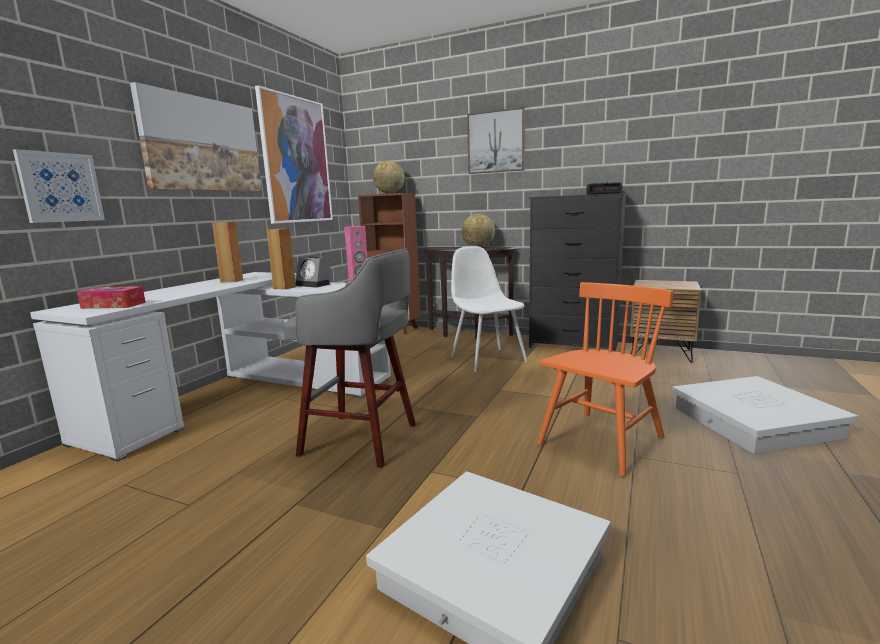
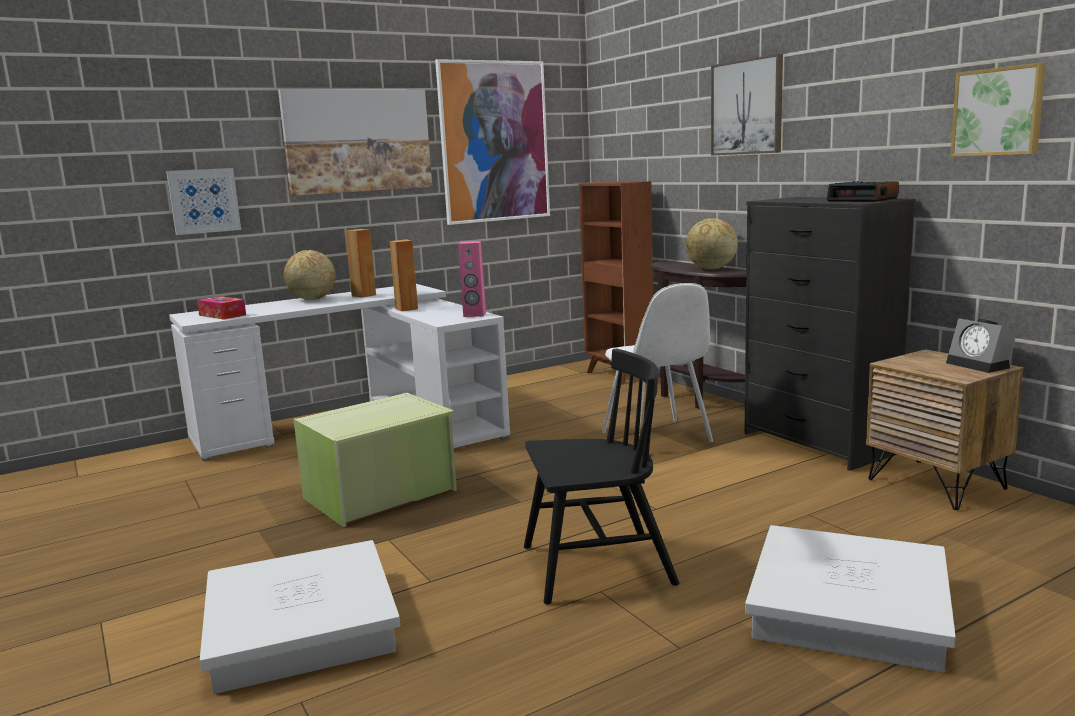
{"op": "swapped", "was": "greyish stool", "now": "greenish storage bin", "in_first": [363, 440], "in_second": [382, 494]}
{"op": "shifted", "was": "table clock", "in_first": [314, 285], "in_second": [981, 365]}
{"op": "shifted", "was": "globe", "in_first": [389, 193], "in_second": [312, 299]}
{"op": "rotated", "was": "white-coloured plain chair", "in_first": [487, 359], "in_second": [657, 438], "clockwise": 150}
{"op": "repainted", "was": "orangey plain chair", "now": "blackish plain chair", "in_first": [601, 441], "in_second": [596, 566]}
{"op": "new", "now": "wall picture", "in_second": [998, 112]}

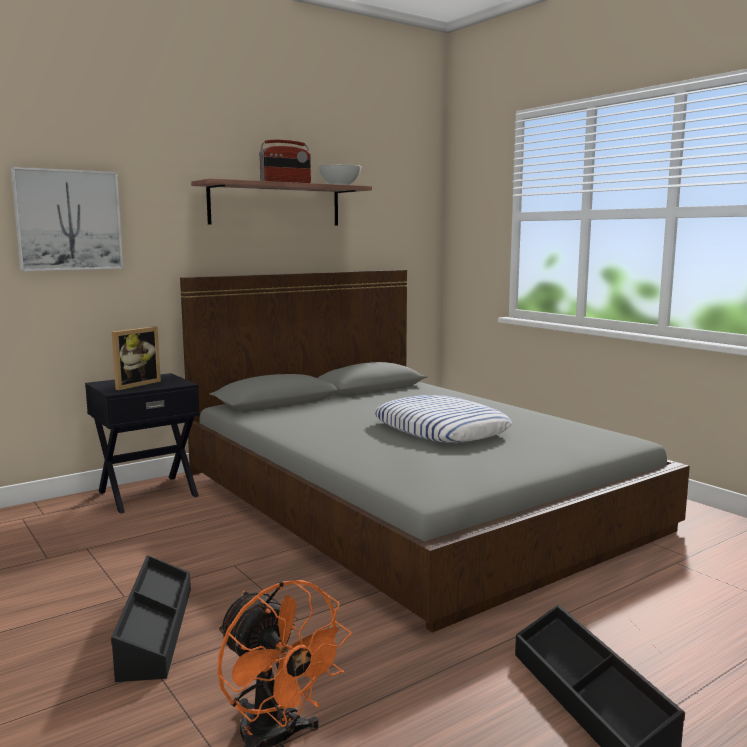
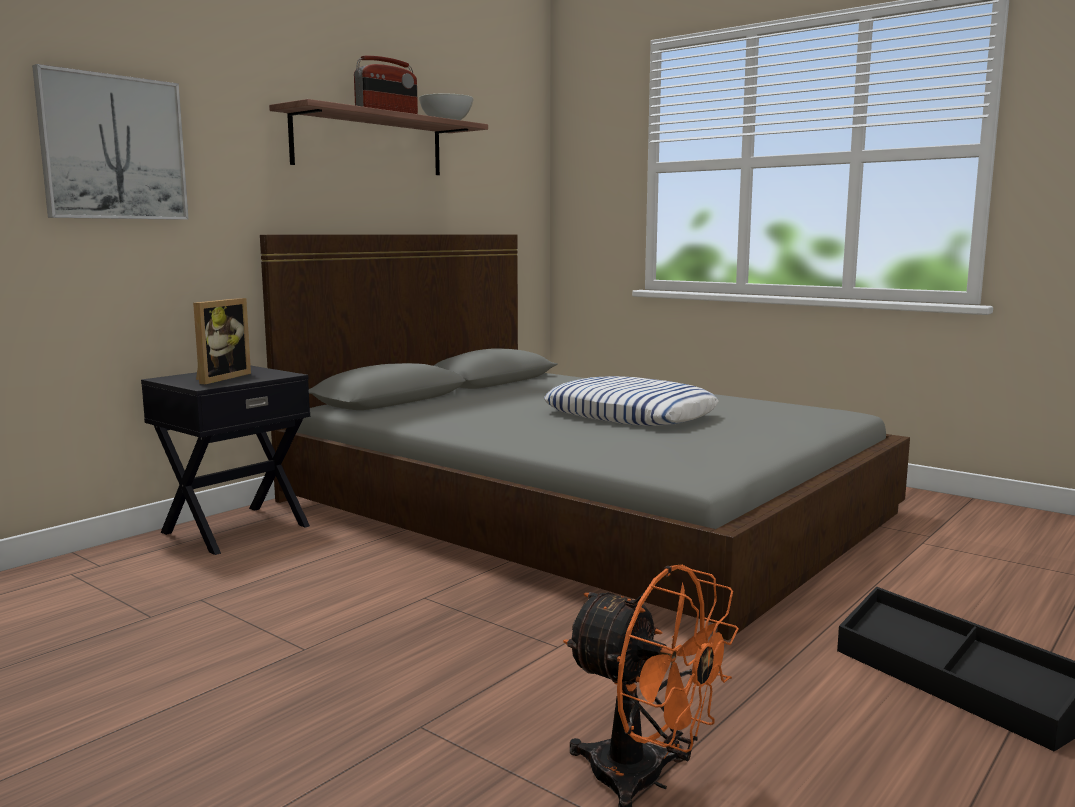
{"op": "gone", "was": "blackish storage bin", "in_first": [154, 630]}

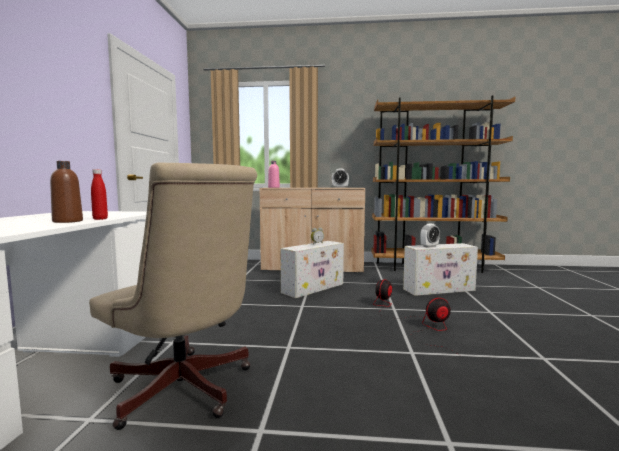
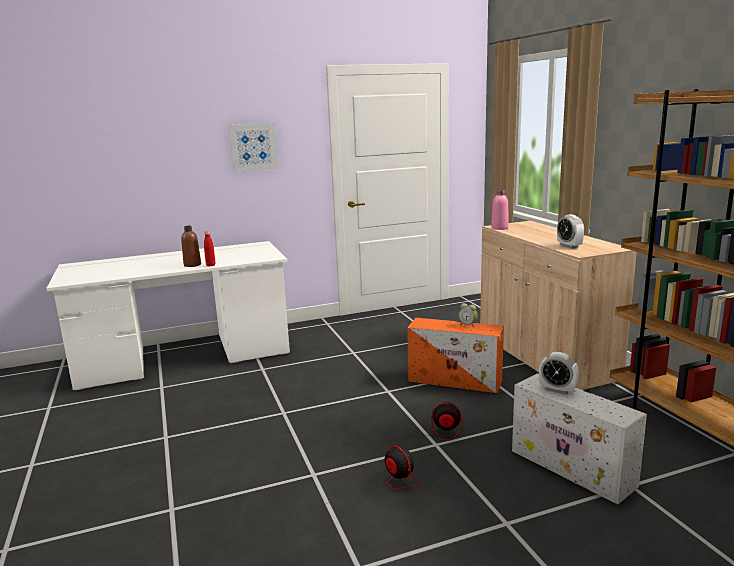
{"op": "gone", "was": "sand-coloured desk chair", "in_first": [185, 391]}
{"op": "repainted", "was": "white-coloured storage bin", "now": "orangey storage bin", "in_first": [314, 288], "in_second": [456, 381]}
{"op": "new", "now": "wall picture", "in_second": [253, 147]}

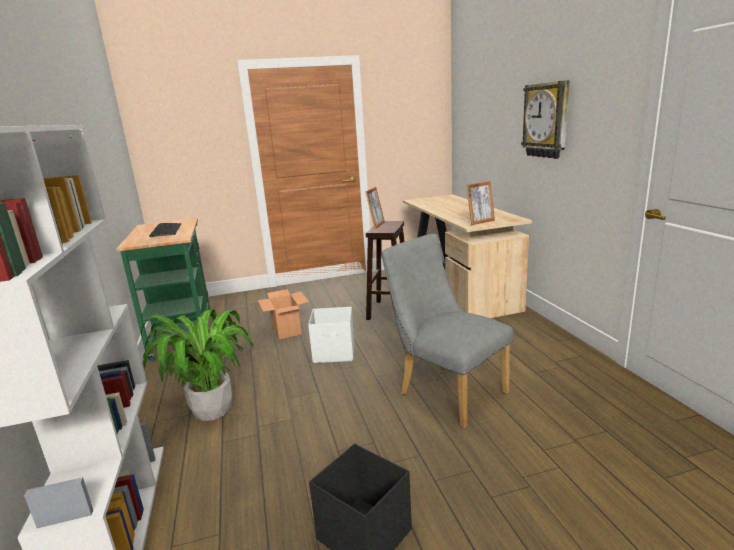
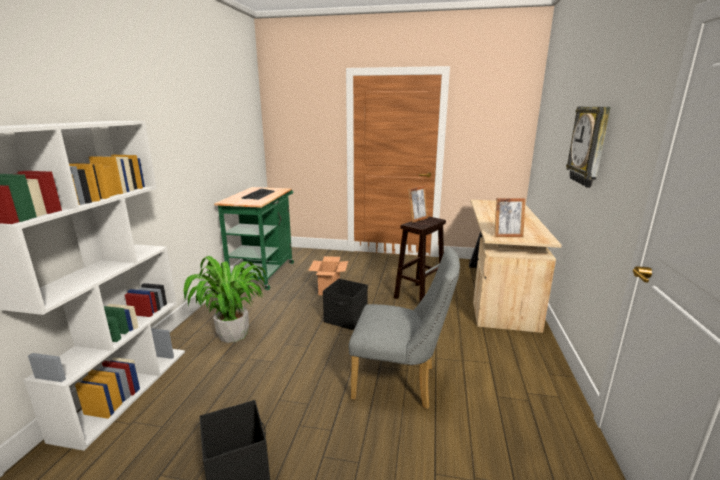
{"op": "repainted", "was": "white-coloured storage bin", "now": "blackish storage bin", "in_first": [335, 353], "in_second": [346, 319]}
{"op": "rotated", "was": "greyish plain chair", "in_first": [446, 391], "in_second": [401, 383], "clockwise": 120}

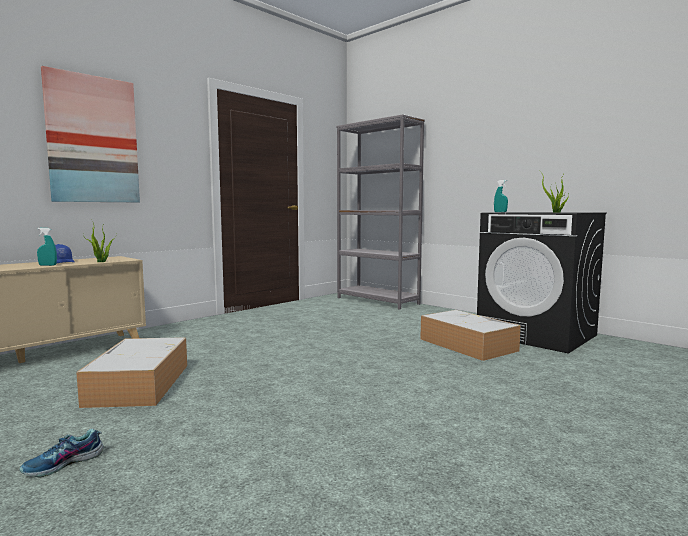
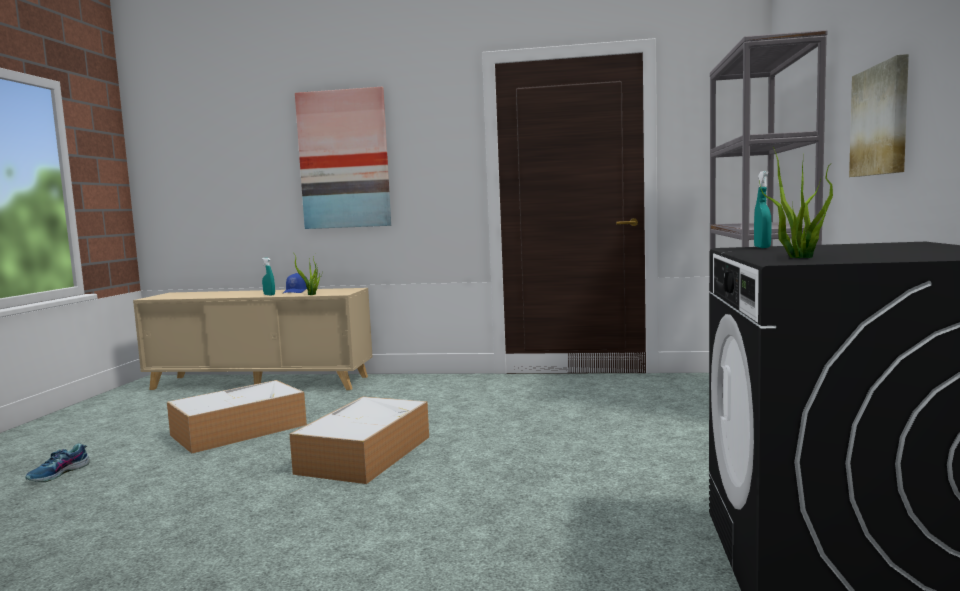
{"op": "rotated", "was": "item of footwear", "in_first": [64, 464], "in_second": [59, 473], "clockwise": -75}
{"op": "shifted", "was": "storage bin", "in_first": [466, 344], "in_second": [366, 453]}
{"op": "new", "now": "wall picture", "in_second": [881, 120]}

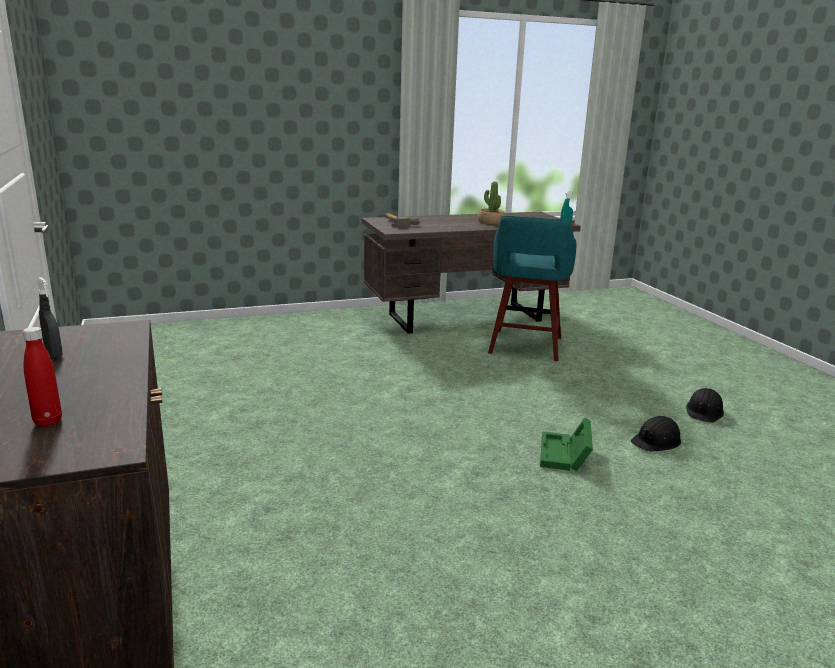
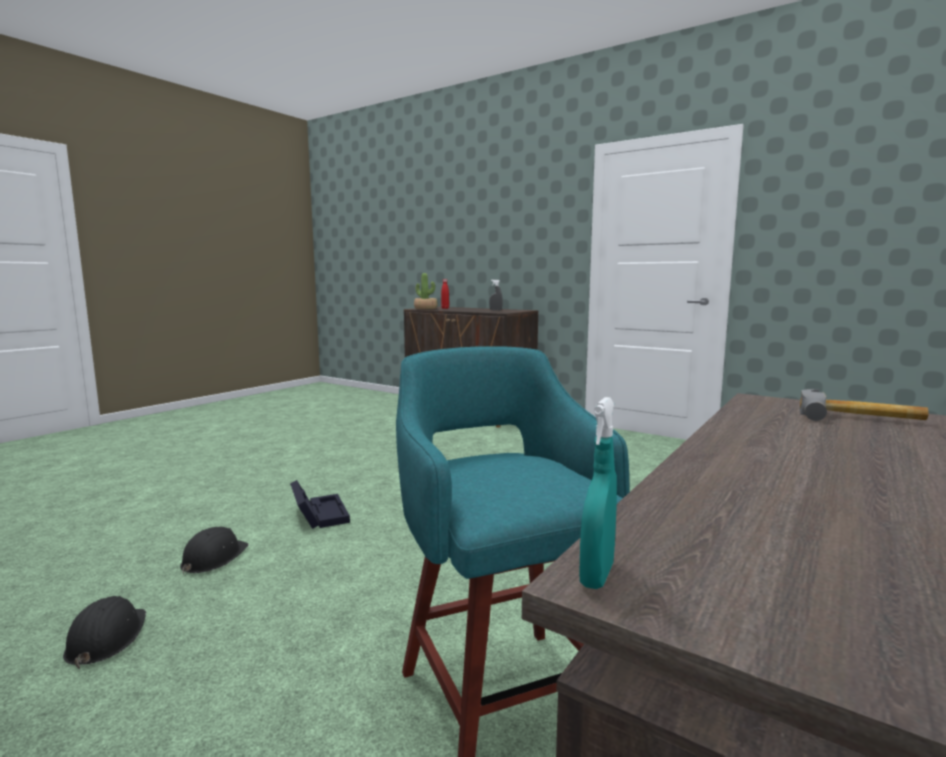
{"op": "shifted", "was": "houseplant", "in_first": [491, 222], "in_second": [425, 308]}
{"op": "repainted", "was": "greenish storage bin", "now": "blackish storage bin", "in_first": [565, 455], "in_second": [319, 514]}

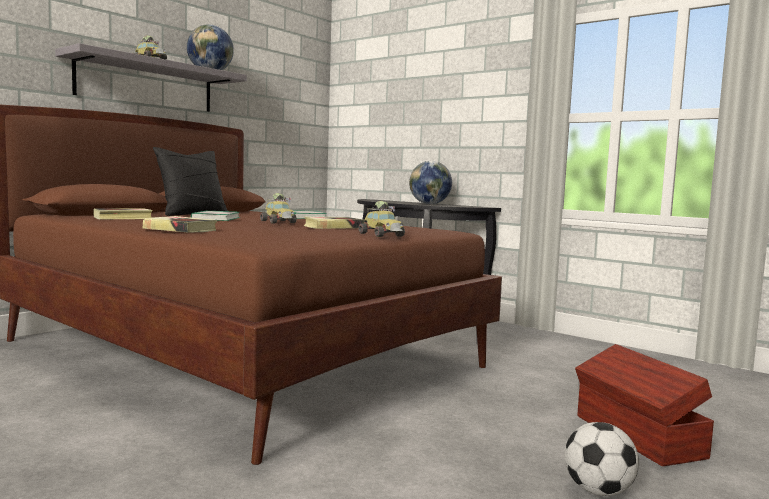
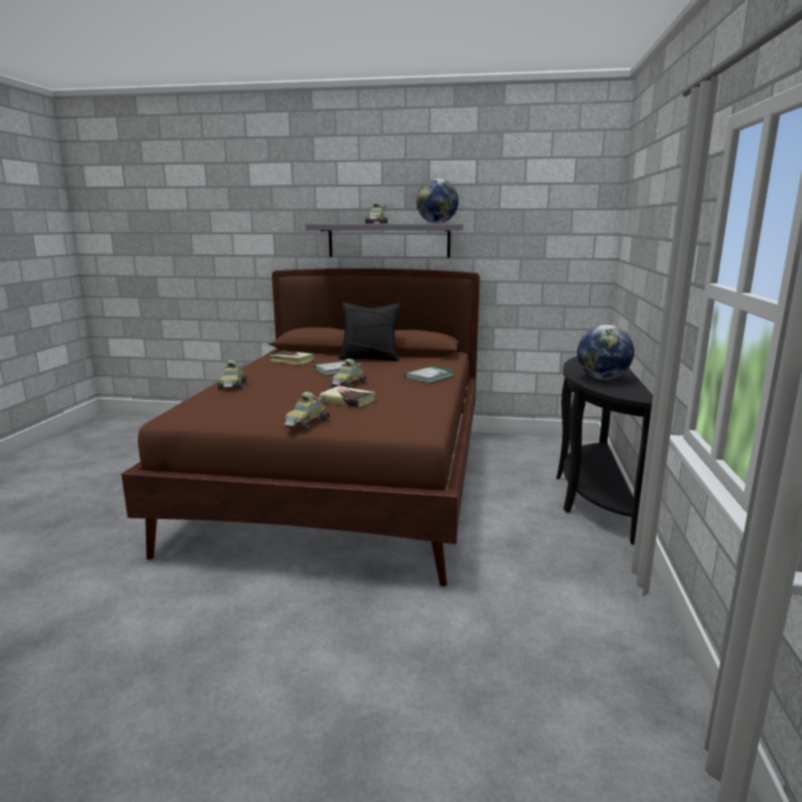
{"op": "swapped", "was": "bound book", "now": "toy car", "in_first": [180, 230], "in_second": [233, 385]}
{"op": "gone", "was": "football", "in_first": [598, 491]}
{"op": "gone", "was": "brown storage bin", "in_first": [637, 437]}

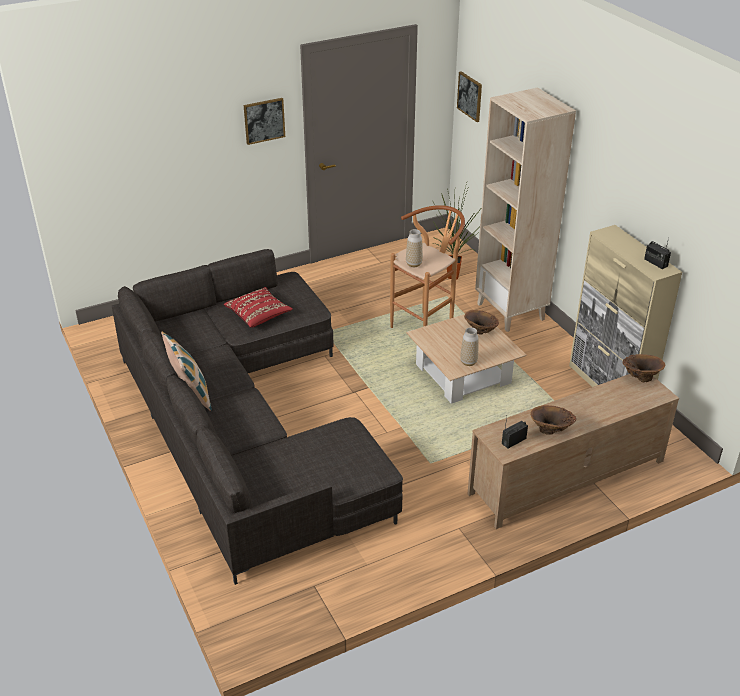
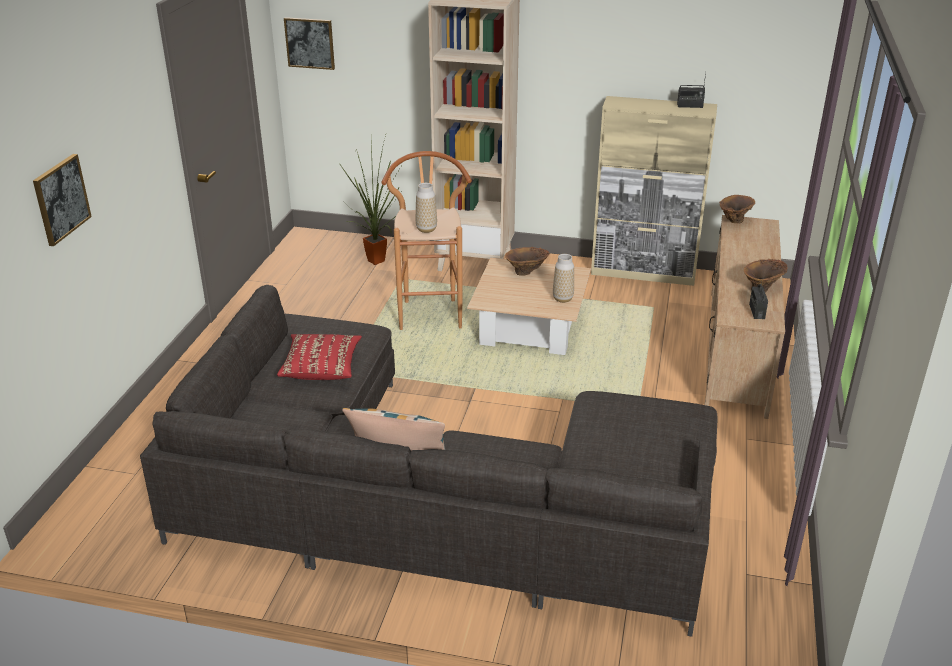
{"op": "shifted", "was": "wall picture", "in_first": [264, 120], "in_second": [61, 199]}

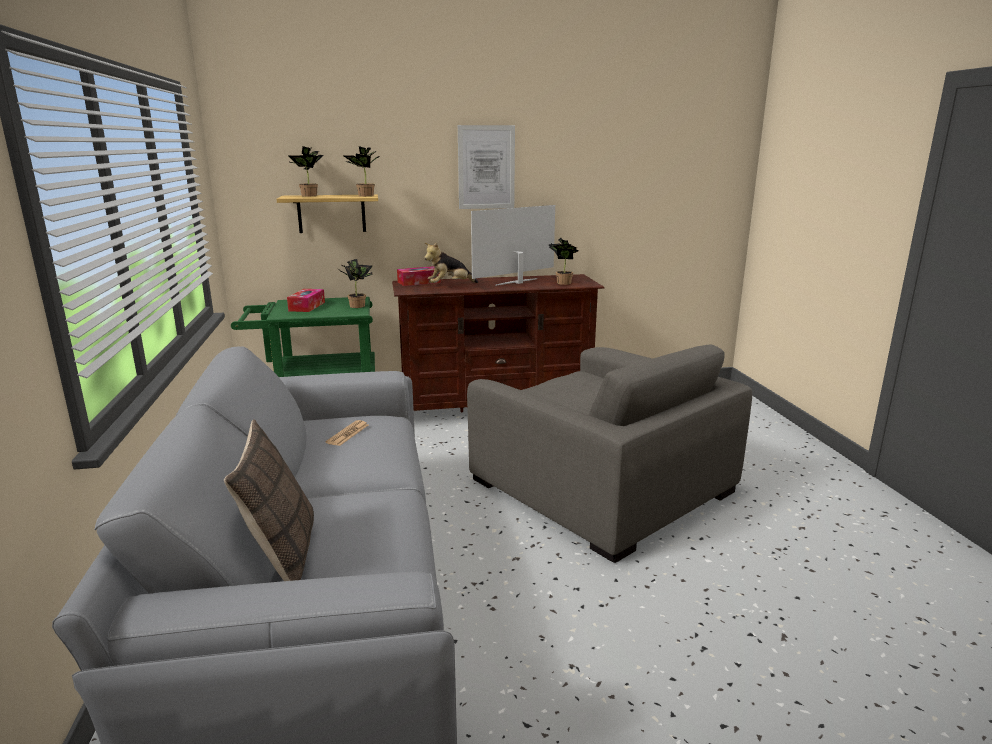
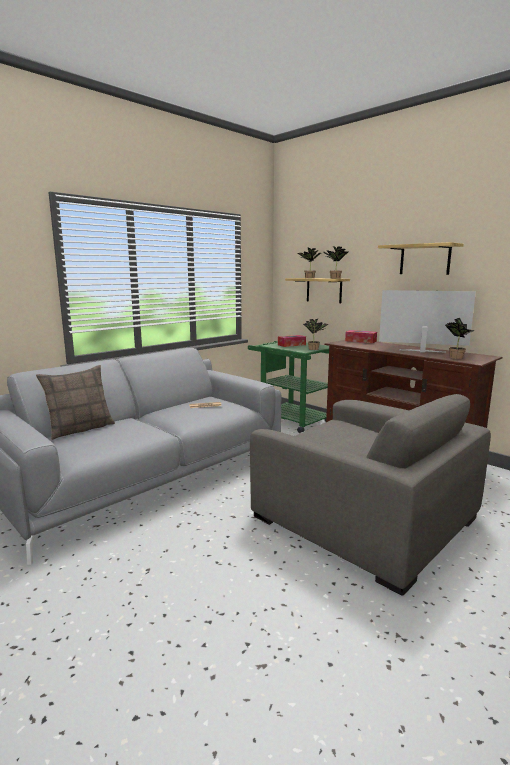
{"op": "gone", "was": "soft toy", "in_first": [449, 285]}
{"op": "swapped", "was": "wall picture", "now": "bracket shelf", "in_first": [486, 167], "in_second": [425, 259]}
{"op": "rotated", "was": "greyish armchair", "in_first": [599, 484], "in_second": [362, 516], "clockwise": -60}

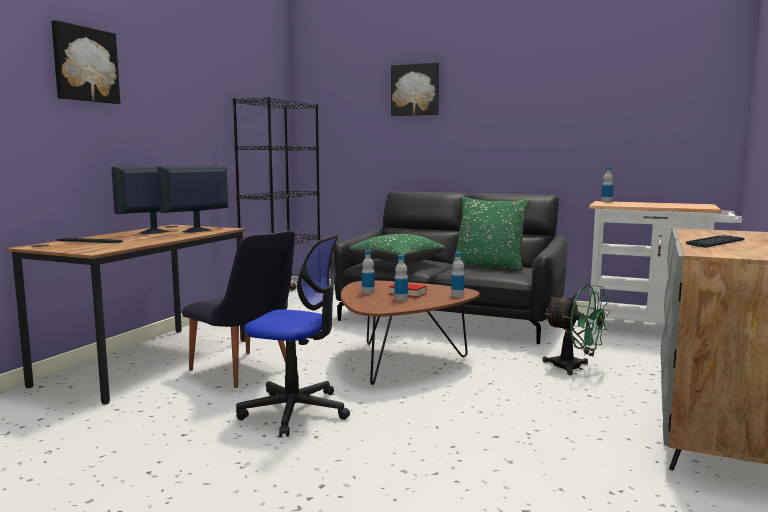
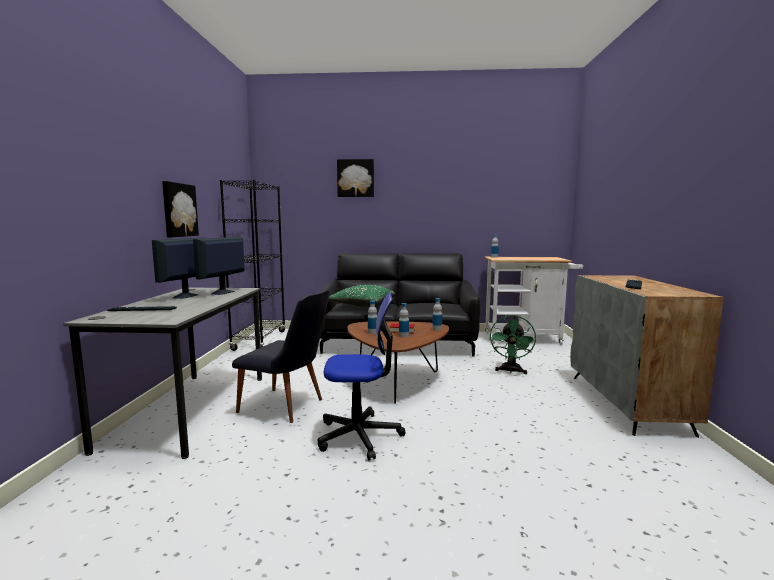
{"op": "repainted", "was": "brown desk", "now": "greyish desk", "in_first": [148, 361], "in_second": [190, 409]}
{"op": "shifted", "was": "wall picture", "in_first": [84, 65], "in_second": [178, 210]}
{"op": "gone", "was": "greenish pillow", "in_first": [489, 266]}
{"op": "rotated", "was": "greenish fan", "in_first": [574, 368], "in_second": [511, 371], "clockwise": 90}

